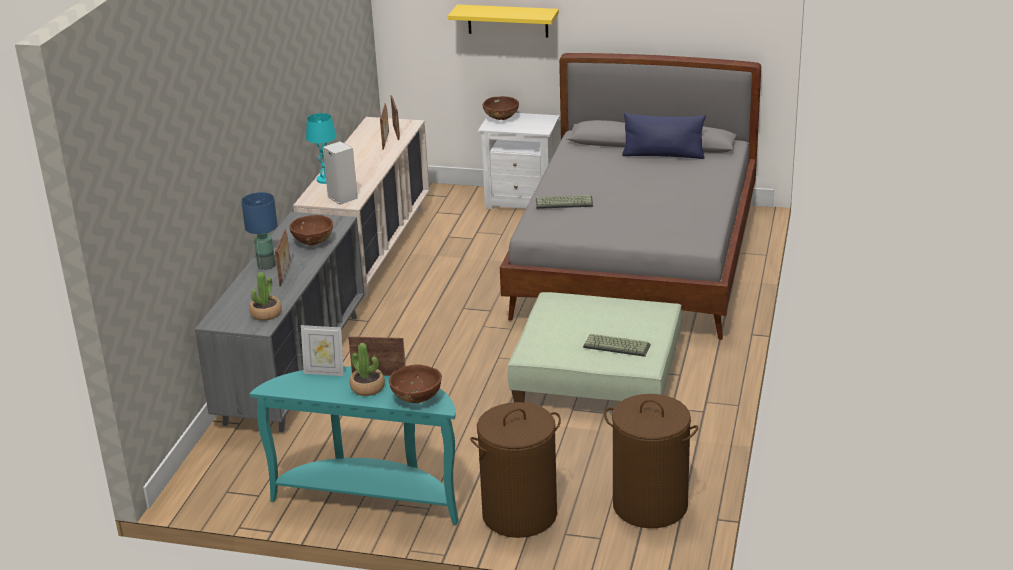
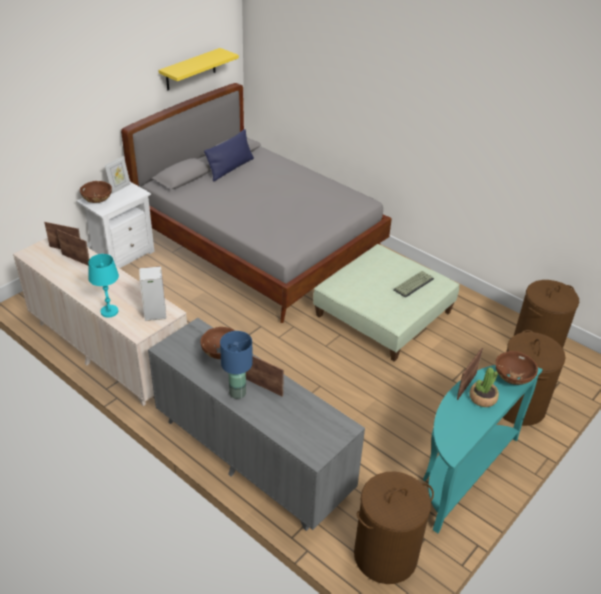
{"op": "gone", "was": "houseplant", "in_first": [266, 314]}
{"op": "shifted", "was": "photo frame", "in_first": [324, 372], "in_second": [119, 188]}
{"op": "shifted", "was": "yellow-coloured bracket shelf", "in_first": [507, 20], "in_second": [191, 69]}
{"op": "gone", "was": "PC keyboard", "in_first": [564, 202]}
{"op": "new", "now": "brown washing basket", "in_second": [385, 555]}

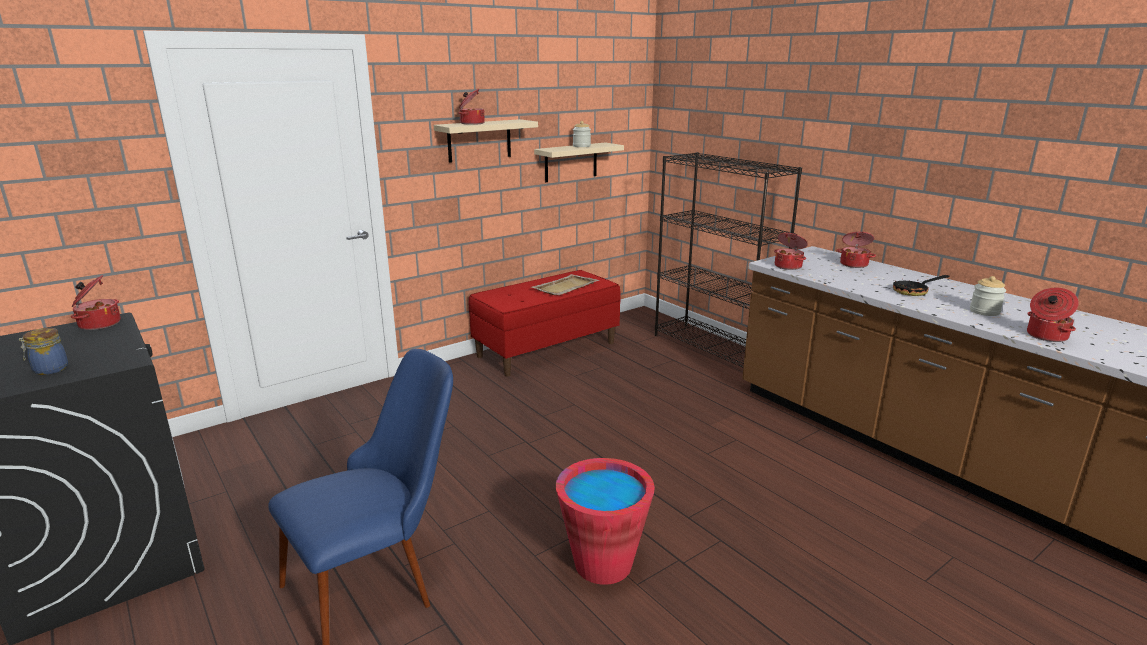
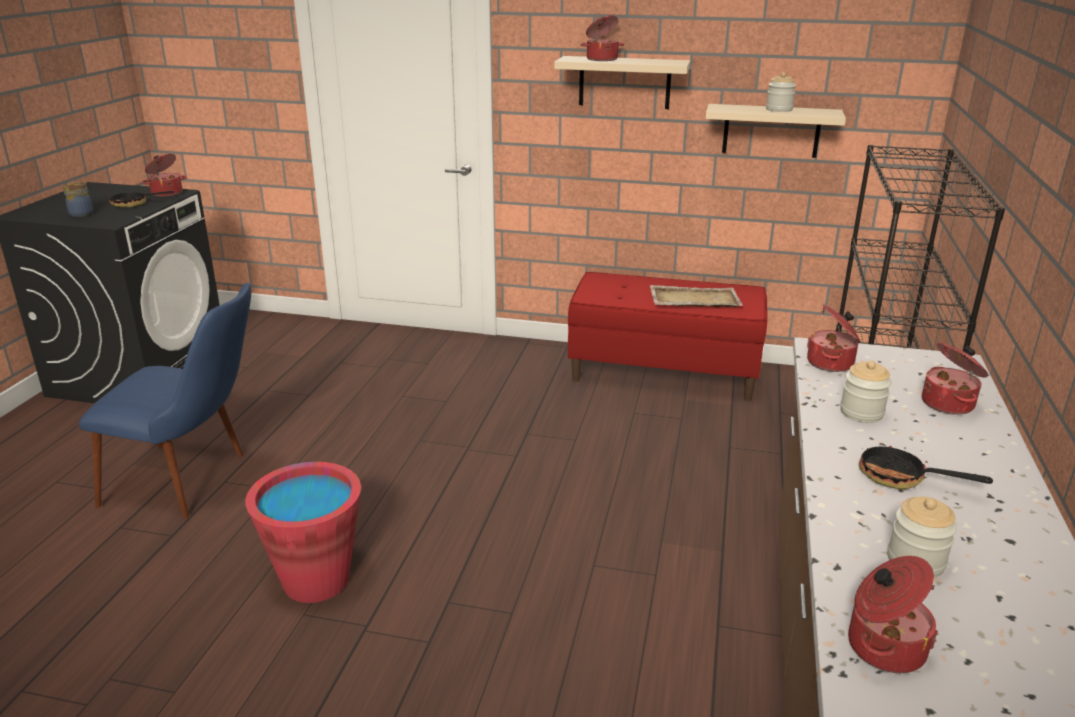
{"op": "new", "now": "frying pan", "in_second": [134, 204]}
{"op": "new", "now": "jar", "in_second": [861, 413]}

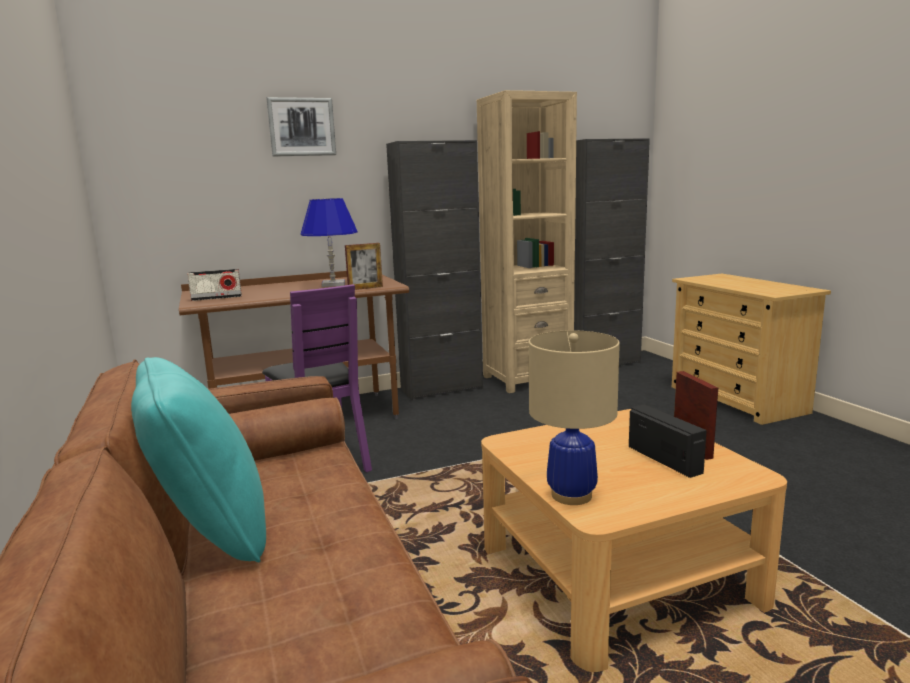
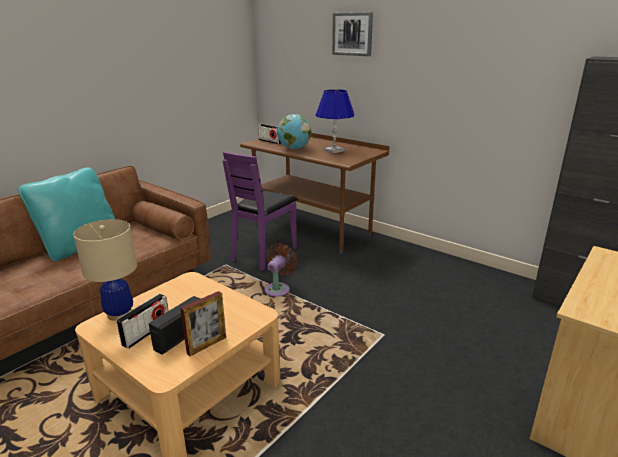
{"op": "gone", "was": "photo frame", "in_first": [365, 288]}
{"op": "gone", "was": "blackish cupboard", "in_first": [441, 389]}
{"op": "gone", "was": "sand-coloured shelving unit", "in_first": [527, 379]}
{"op": "new", "now": "radio set", "in_second": [146, 332]}
{"op": "new", "now": "brown fan", "in_second": [278, 288]}
{"op": "new", "now": "globe", "in_second": [294, 149]}

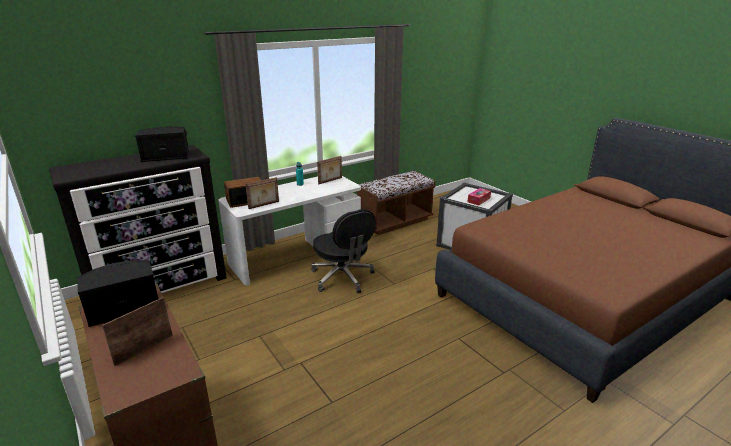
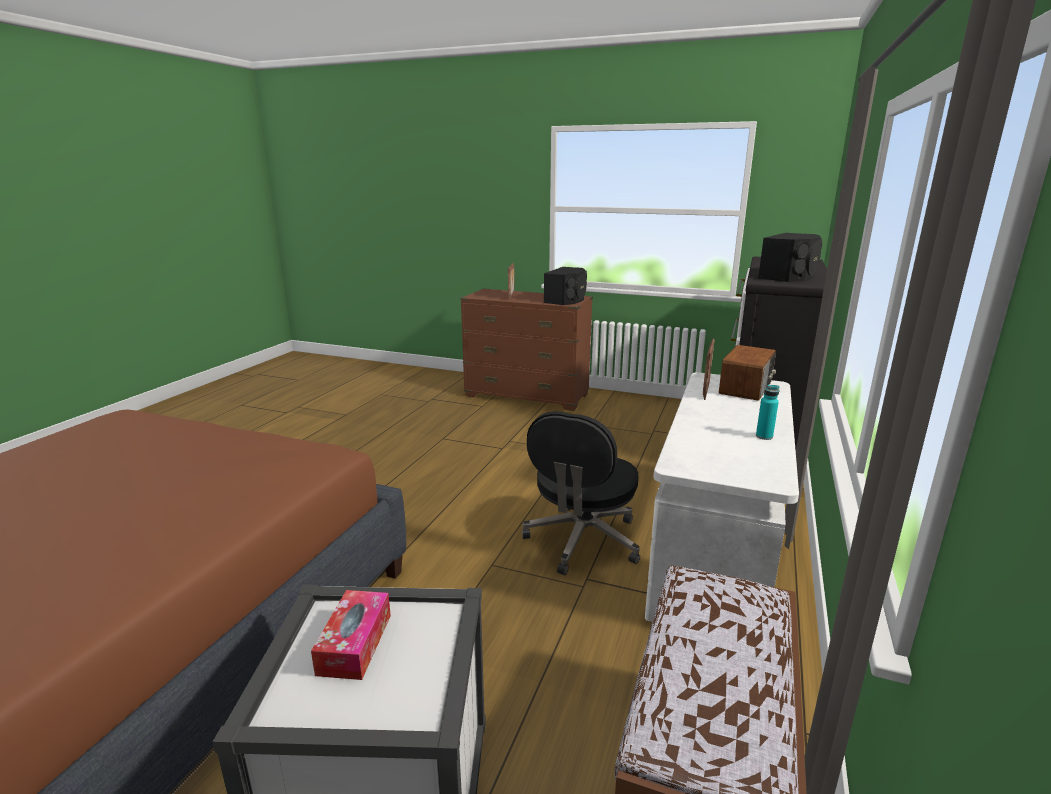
{"op": "rotated", "was": "blackish desk chair", "in_first": [343, 278], "in_second": [582, 541], "clockwise": -90}
{"op": "gone", "was": "photo frame", "in_first": [330, 181]}

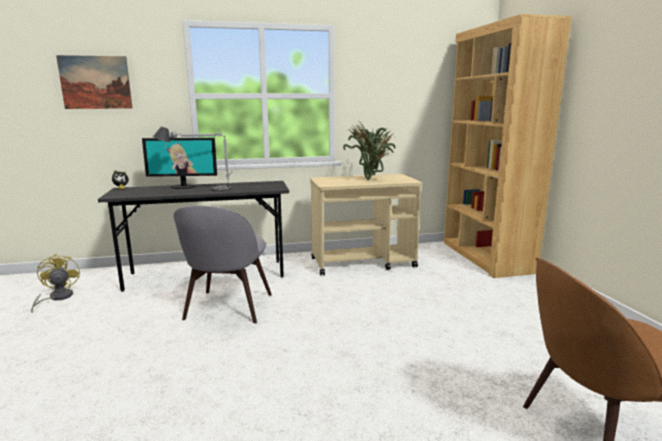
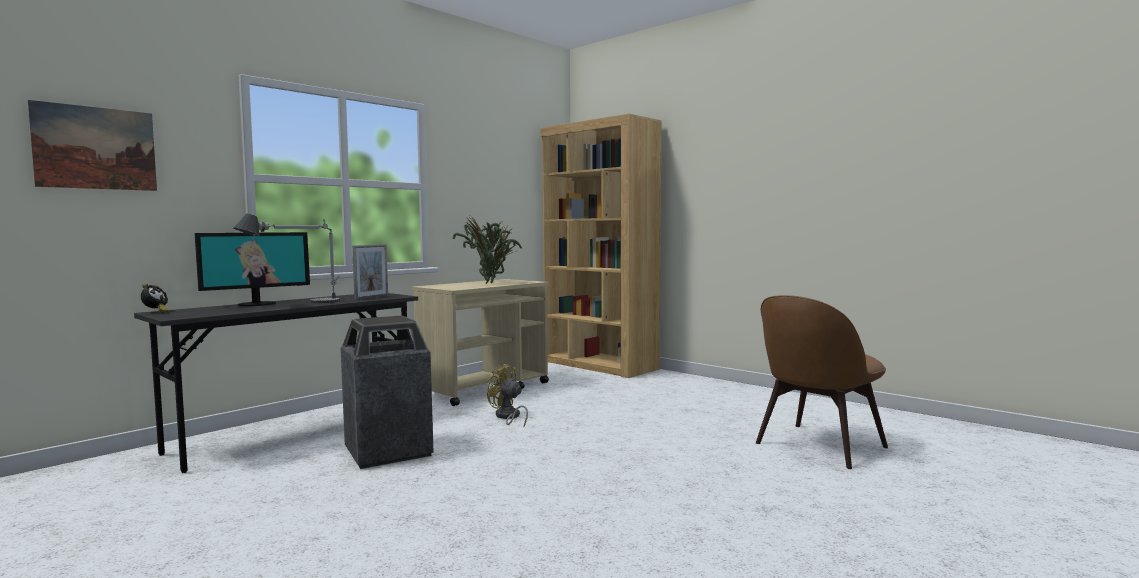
{"op": "shifted", "was": "yellow-coloured fan", "in_first": [57, 298], "in_second": [508, 417]}
{"op": "swapped", "was": "greyish plain chair", "now": "trash can", "in_first": [228, 308], "in_second": [387, 452]}
{"op": "new", "now": "photo frame", "in_second": [371, 297]}

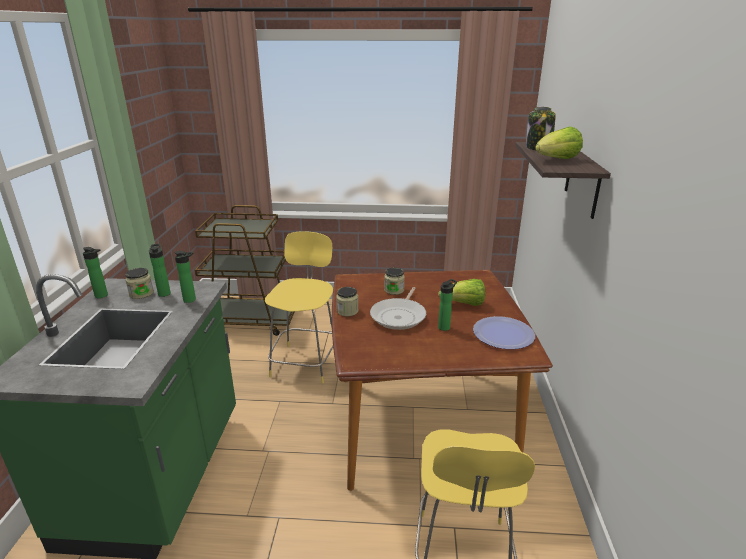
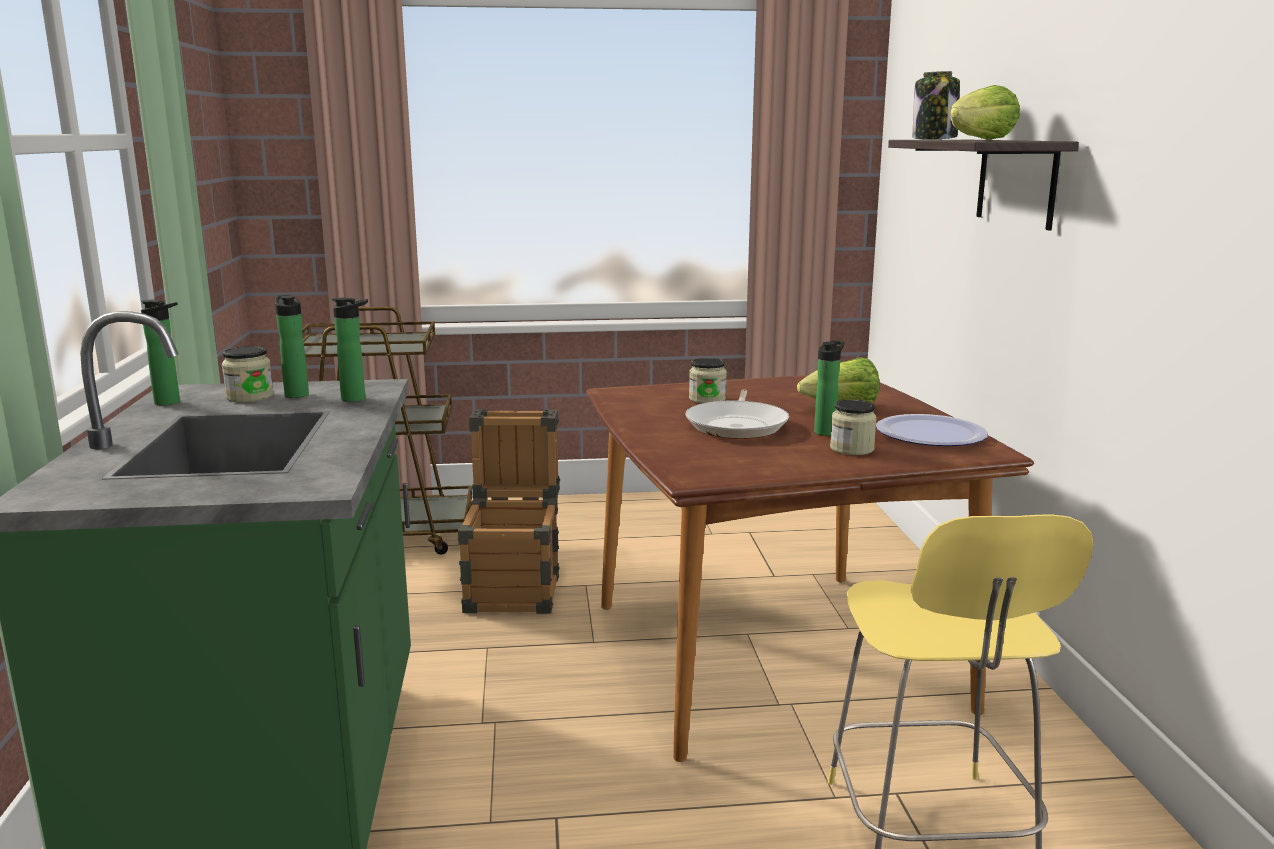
{"op": "swapped", "was": "yellow-coloured stool", "now": "shipping crate", "in_first": [305, 362], "in_second": [515, 587]}
{"op": "shifted", "was": "jar", "in_first": [347, 311], "in_second": [851, 449]}

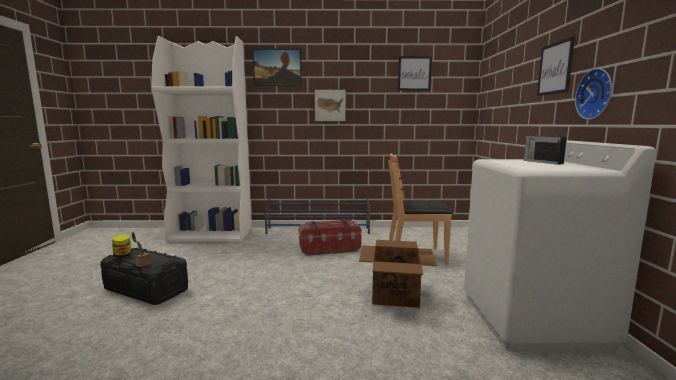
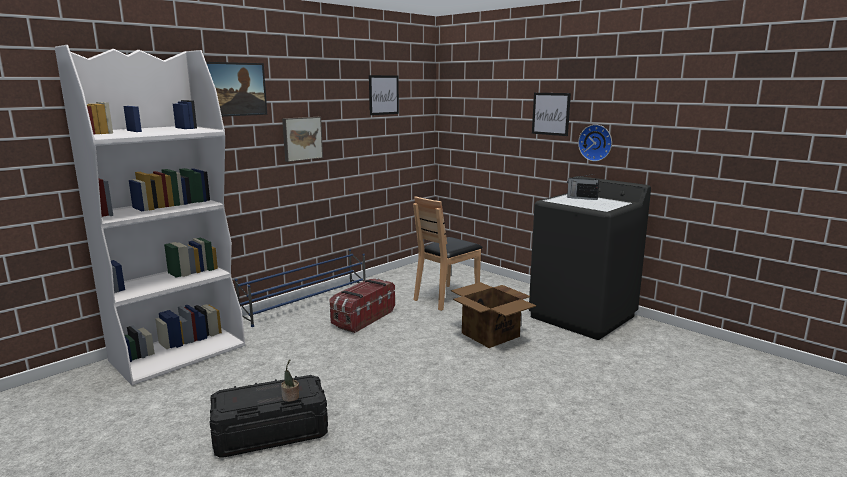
{"op": "gone", "was": "jar", "in_first": [122, 255]}
{"op": "repainted", "was": "white-coloured laundry appliance", "now": "blackish laundry appliance", "in_first": [533, 320], "in_second": [583, 316]}

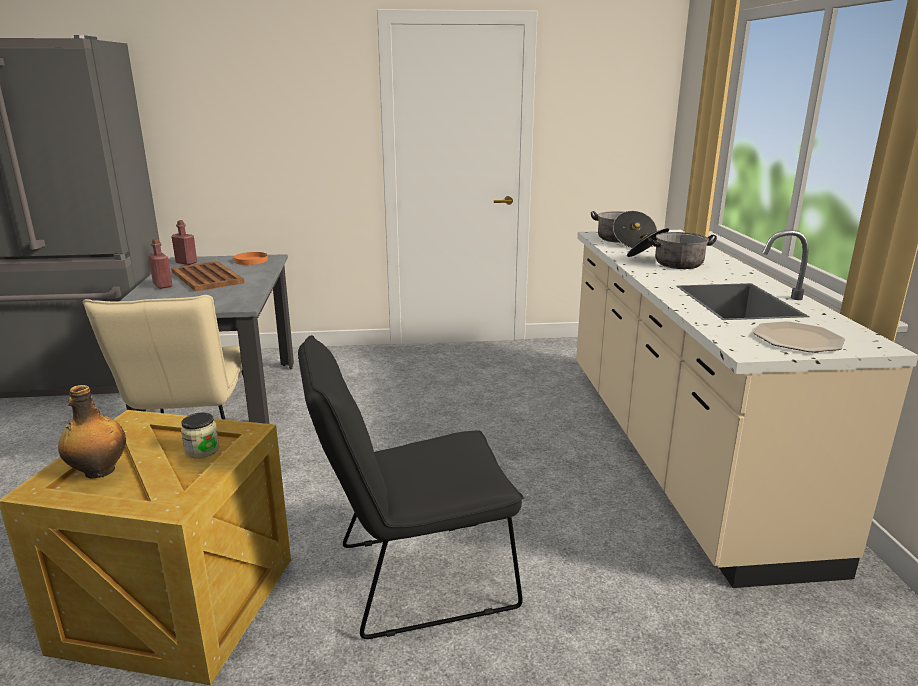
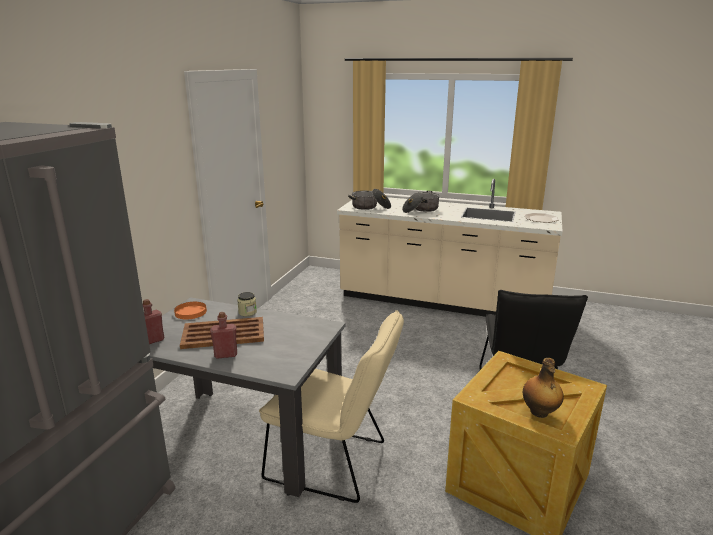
{"op": "shifted", "was": "jar", "in_first": [202, 450], "in_second": [247, 312]}

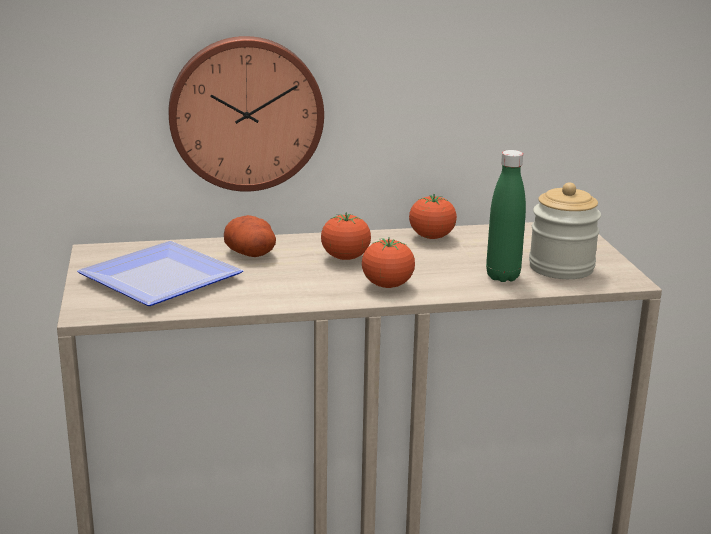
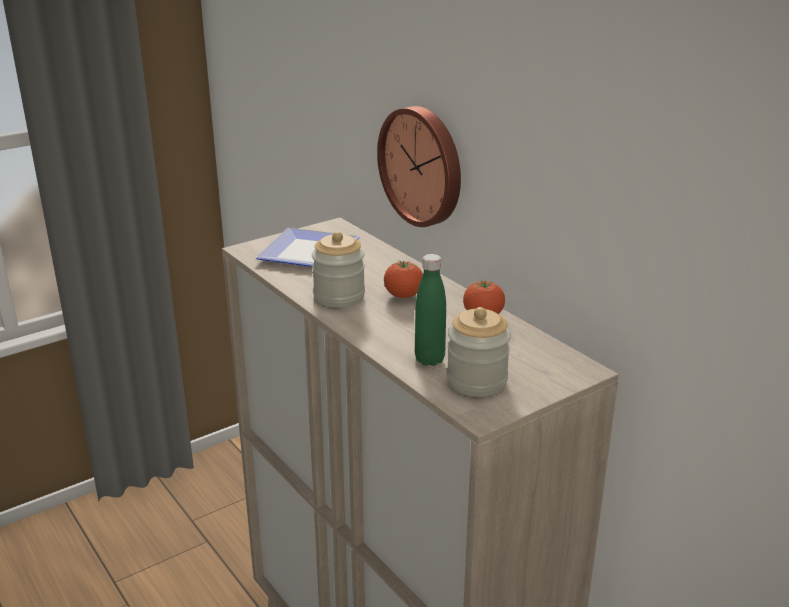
{"op": "gone", "was": "potato", "in_first": [252, 254]}
{"op": "gone", "was": "fresh tomato", "in_first": [387, 286]}
{"op": "new", "now": "jar", "in_second": [339, 296]}

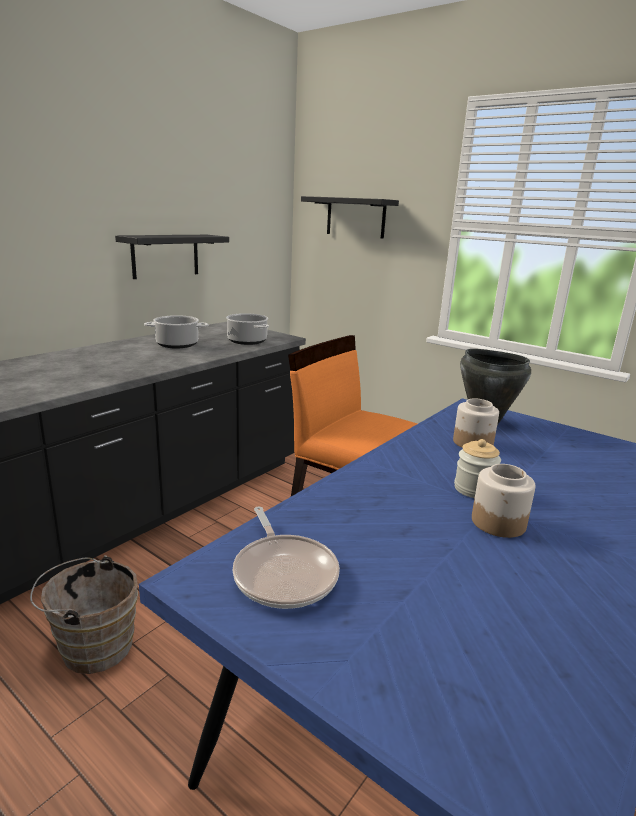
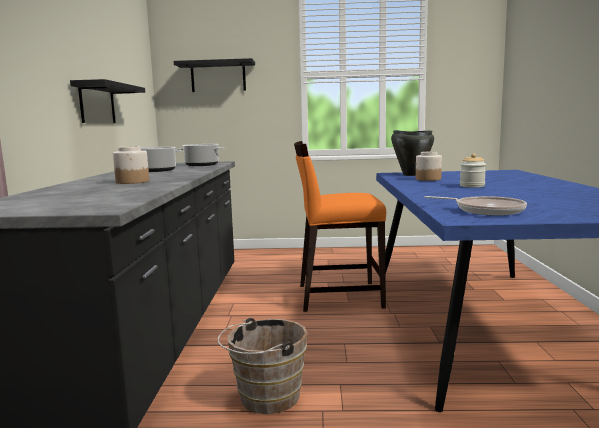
{"op": "shifted", "was": "jar", "in_first": [499, 522], "in_second": [133, 182]}

